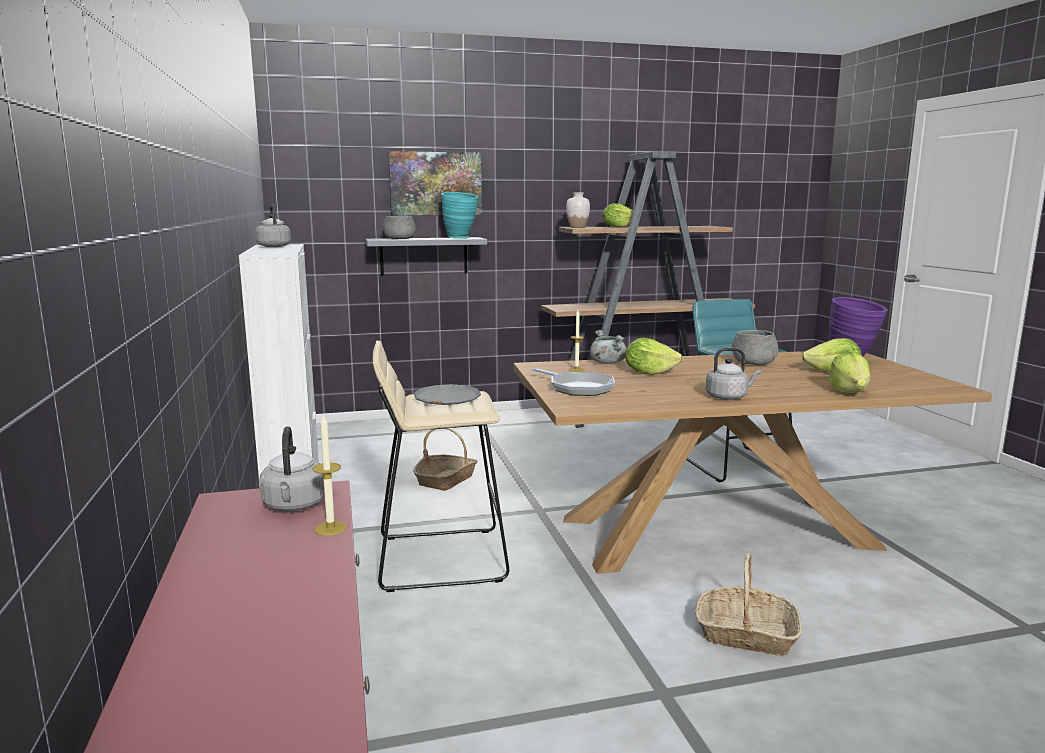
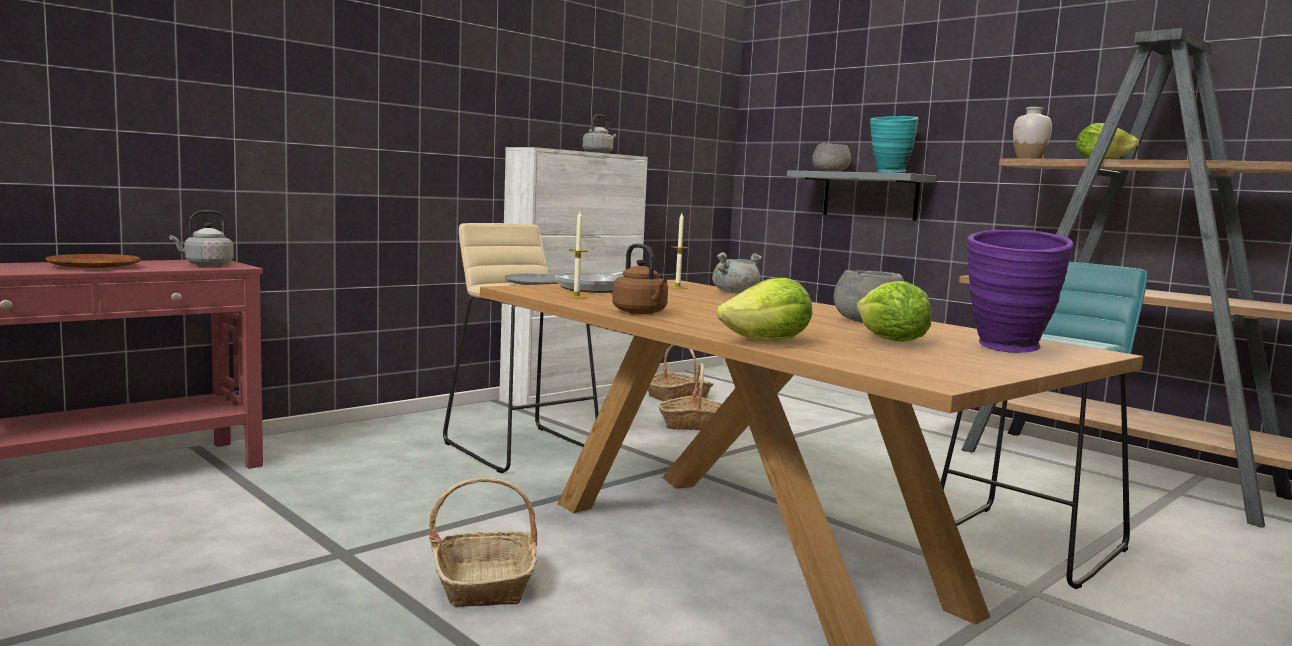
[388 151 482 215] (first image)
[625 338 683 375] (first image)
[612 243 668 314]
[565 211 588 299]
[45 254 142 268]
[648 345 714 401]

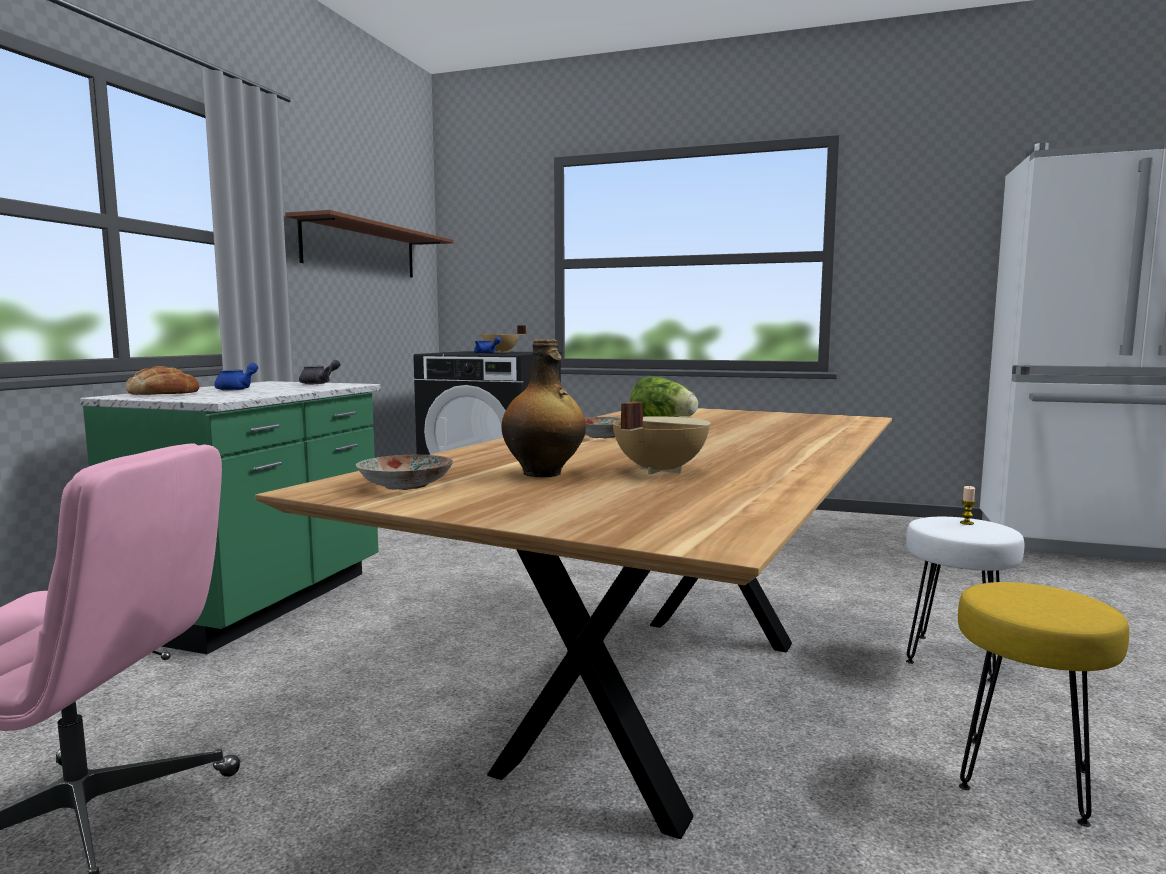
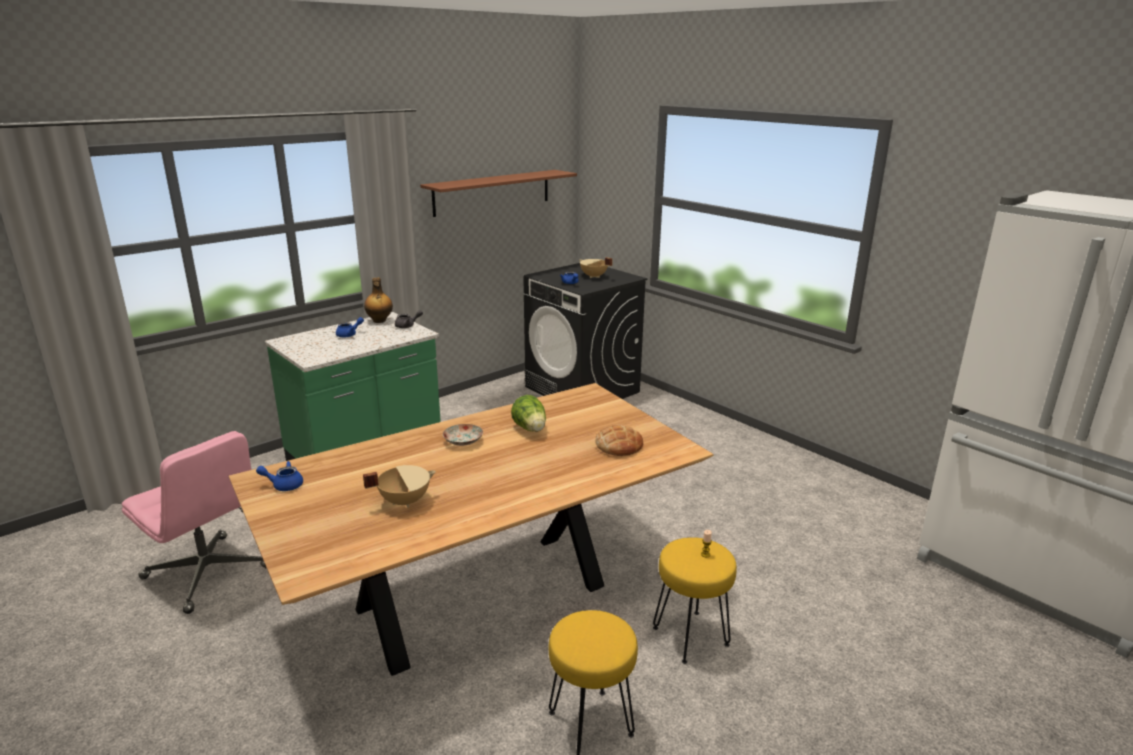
[364 278 393 323]
[595 425 643 456]
[256 461 303 491]
[653 537 737 664]

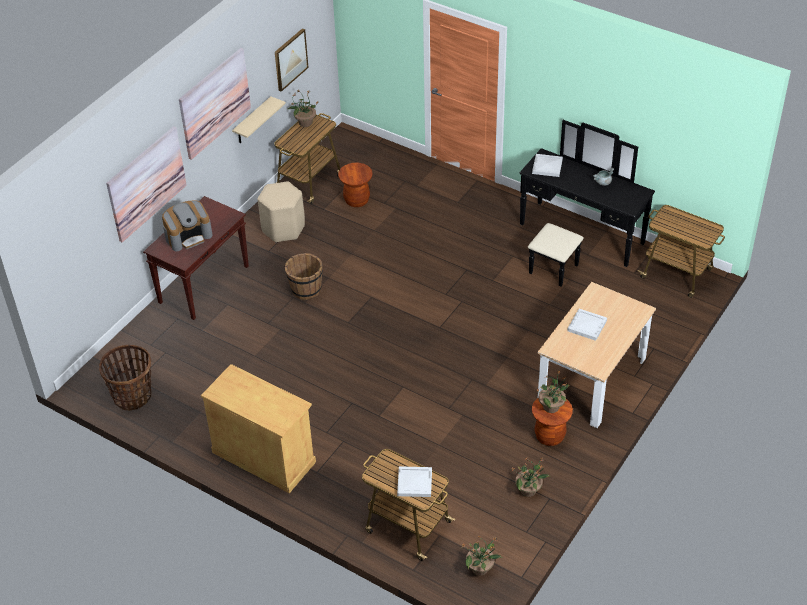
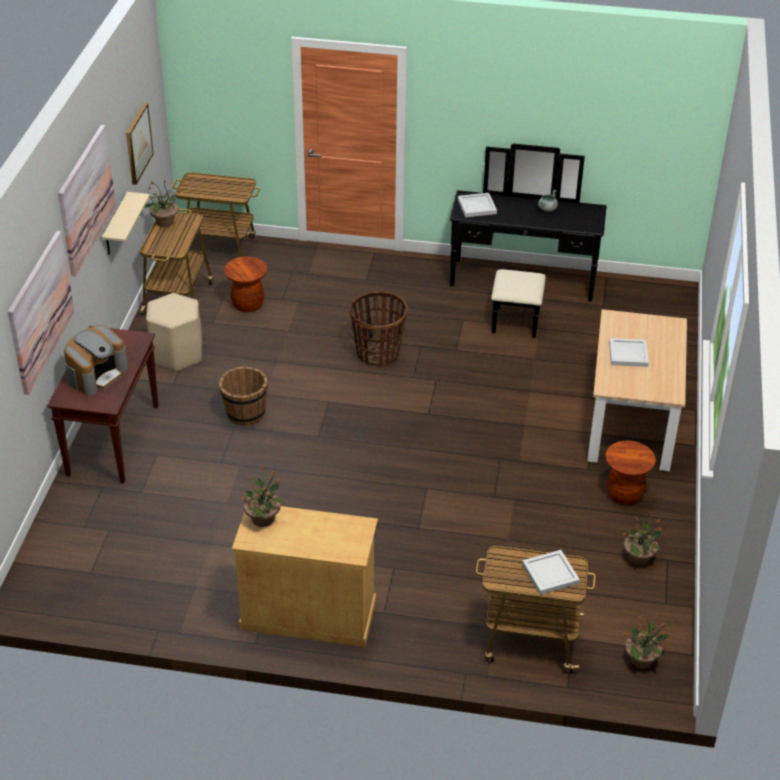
[172 172 260 257]
[350 291 408 366]
[241 467 284 527]

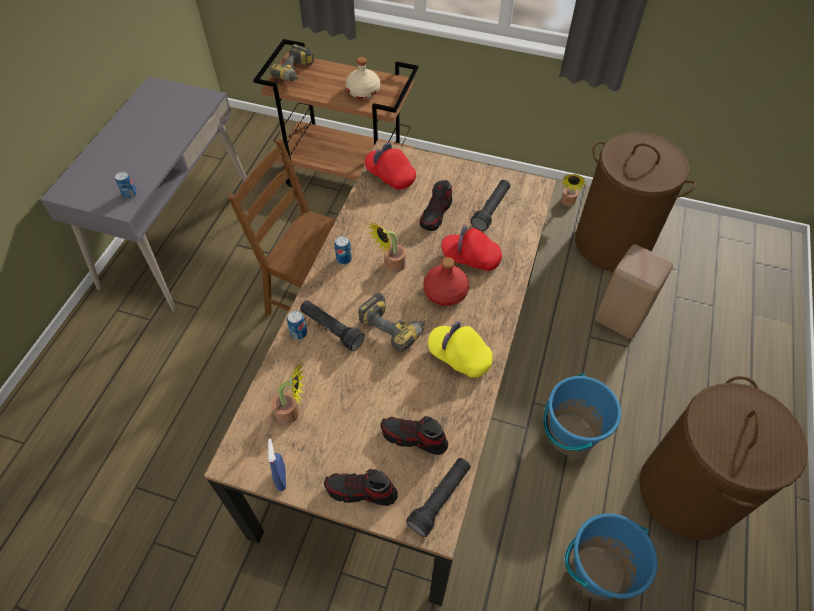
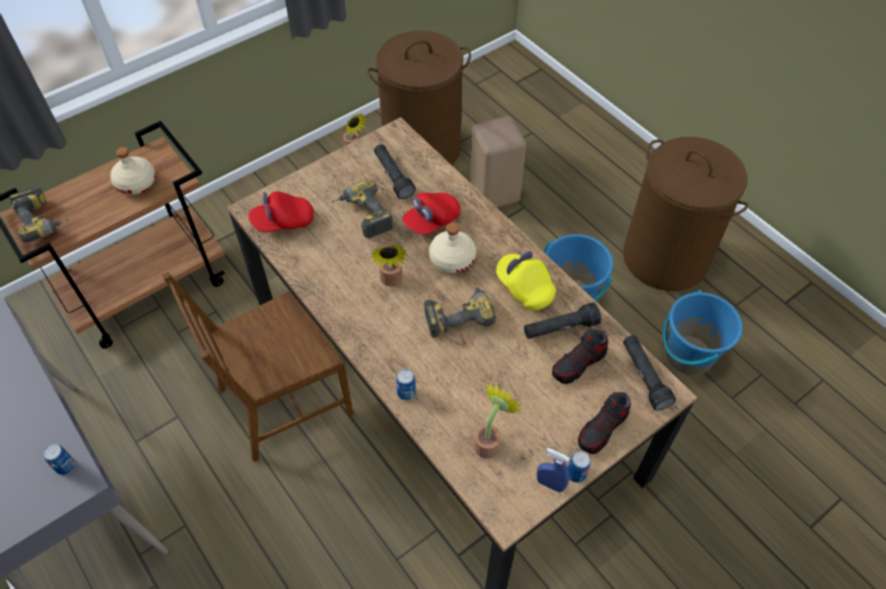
[331 179 394 238]
[568 451 591 483]
[429 222 476 273]
[524 302 601 339]
[496 251 556 310]

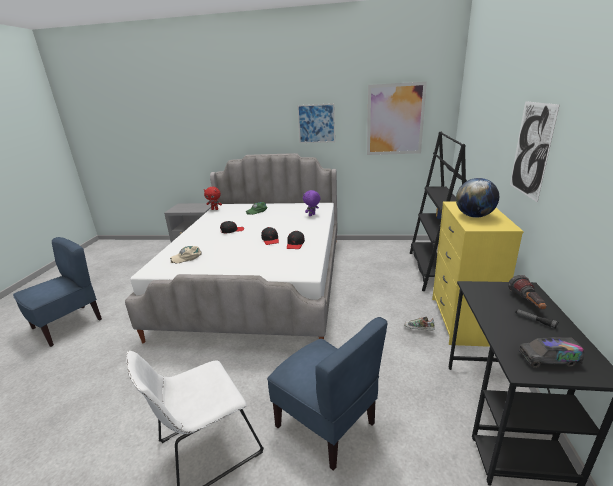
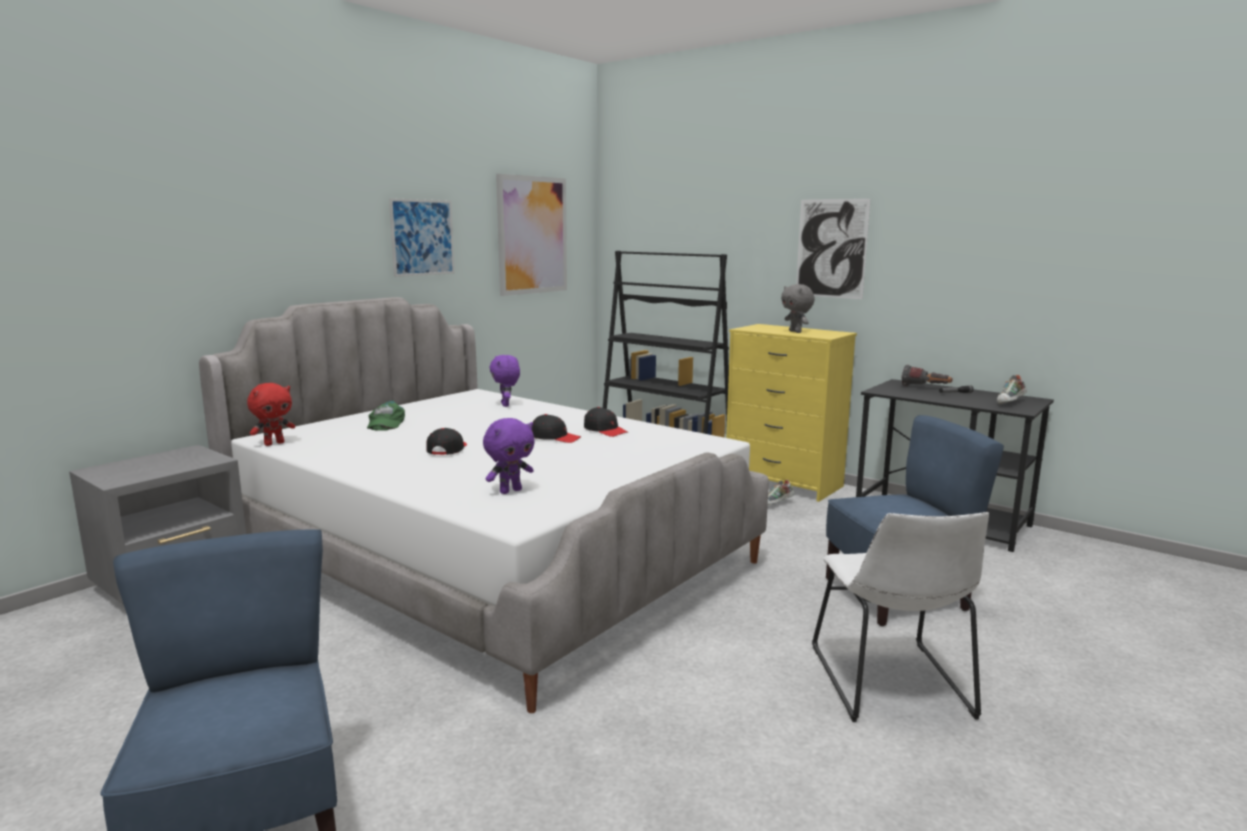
[781 284 815 333]
[483 418 534 494]
[997 375 1027 405]

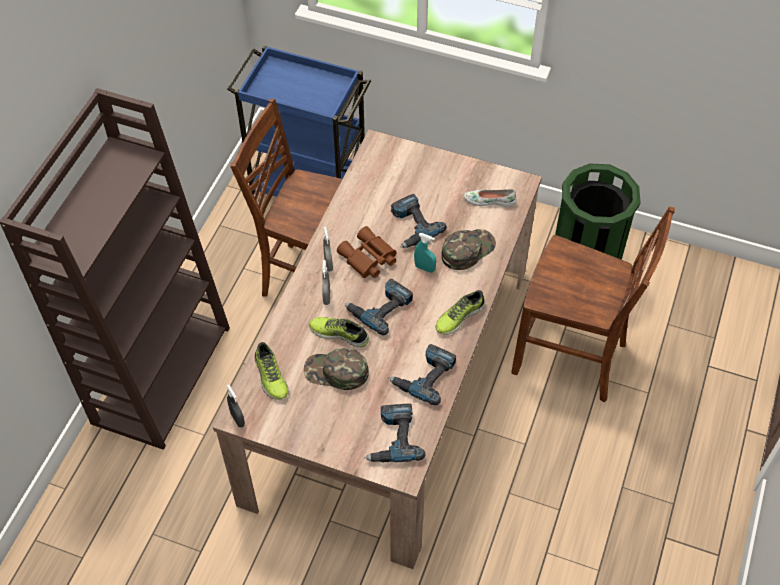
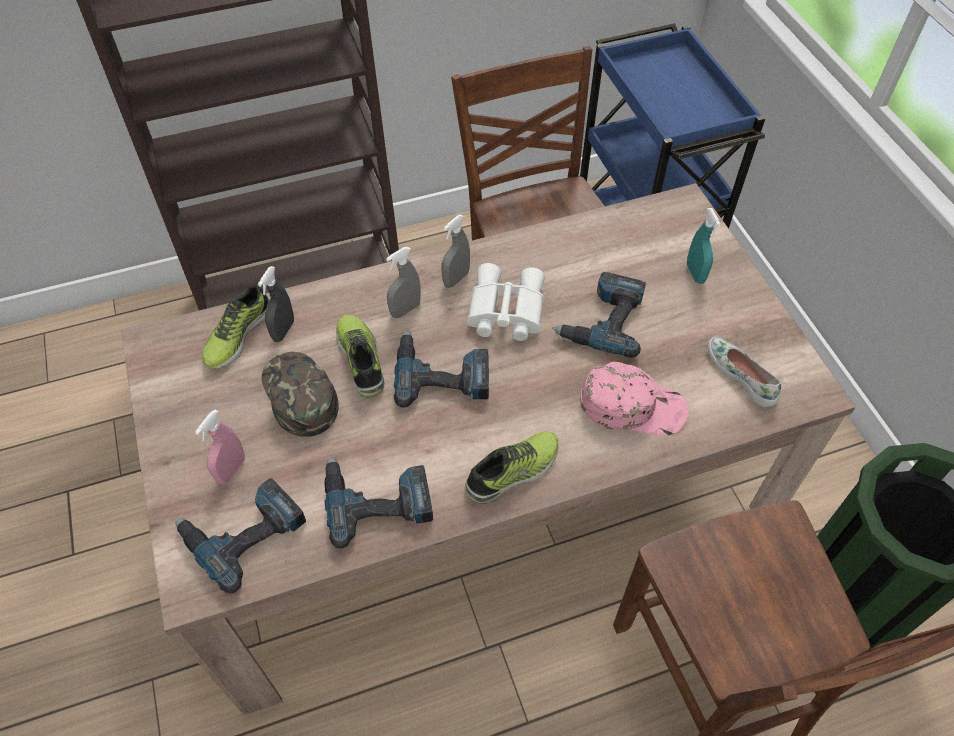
[467 263 545 341]
[580 362 688 436]
[687 208 721 284]
[465 431 558 504]
[258 266 294 342]
[195 410 245 484]

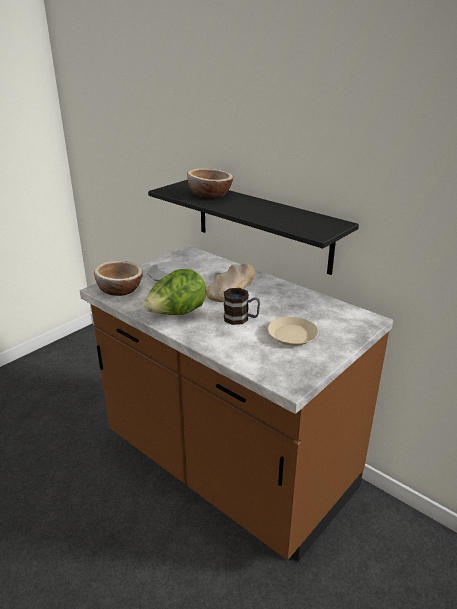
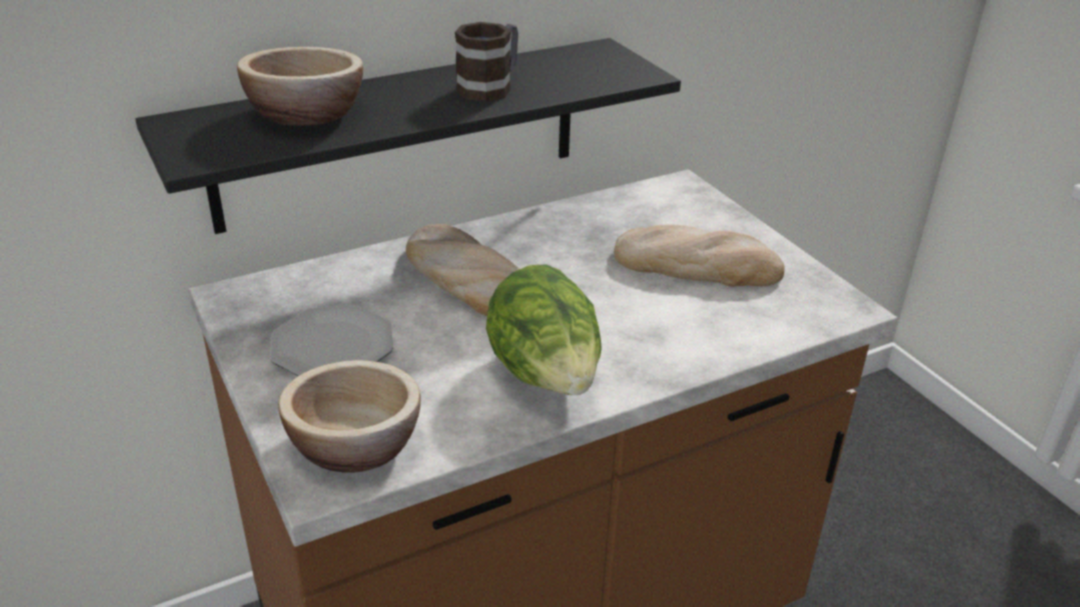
[455 22 518 102]
[614 225 785 286]

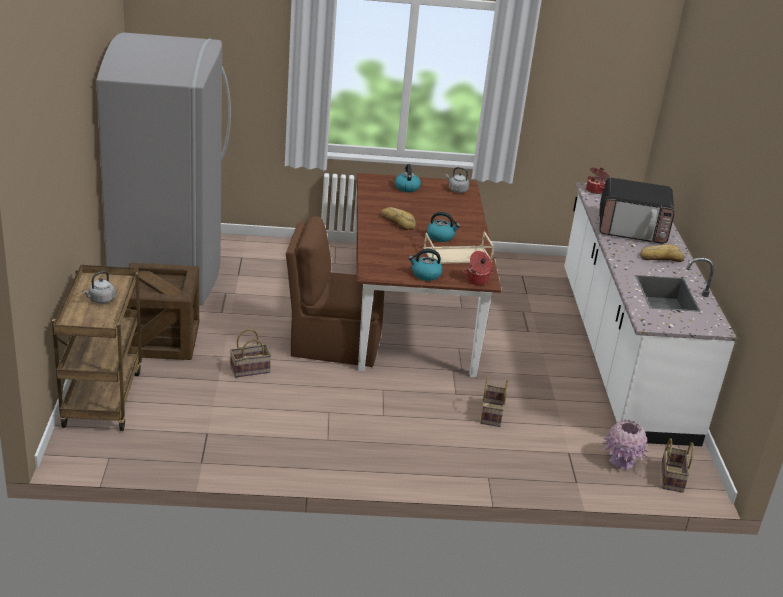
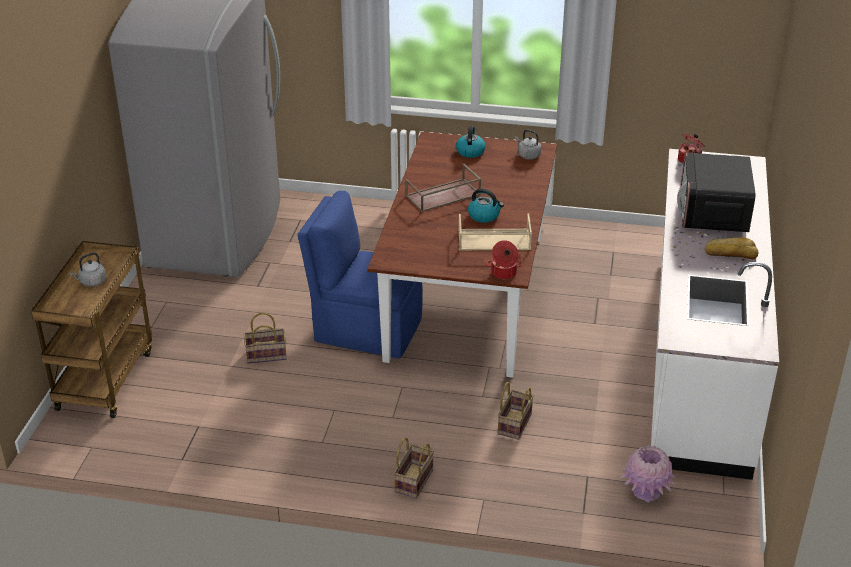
[677 152 755 232]
[405 164 481 212]
[298 191 423 359]
[408 249 443 281] (first image)
[126 262 199 360] (first image)
[394 437 434 498]

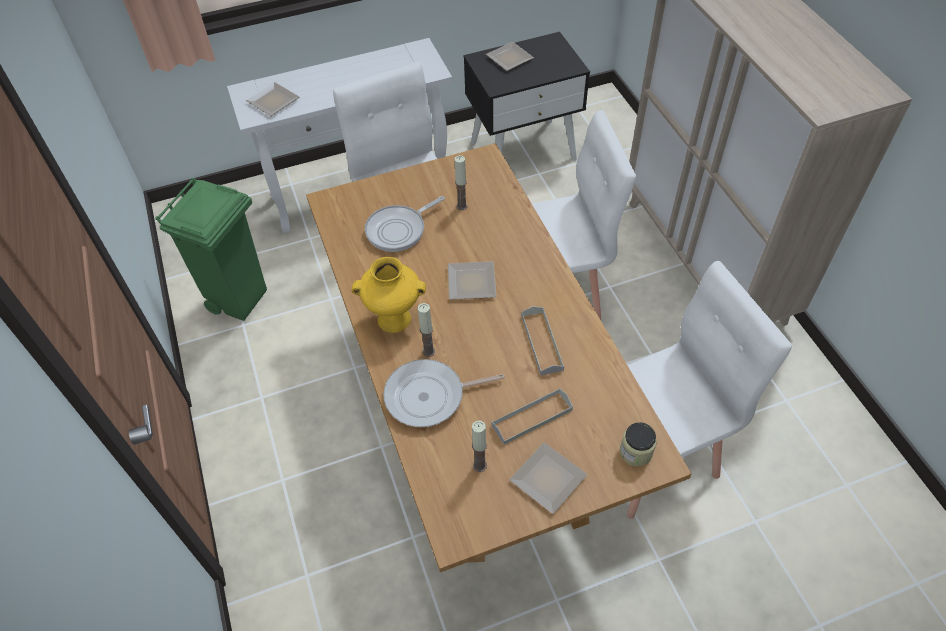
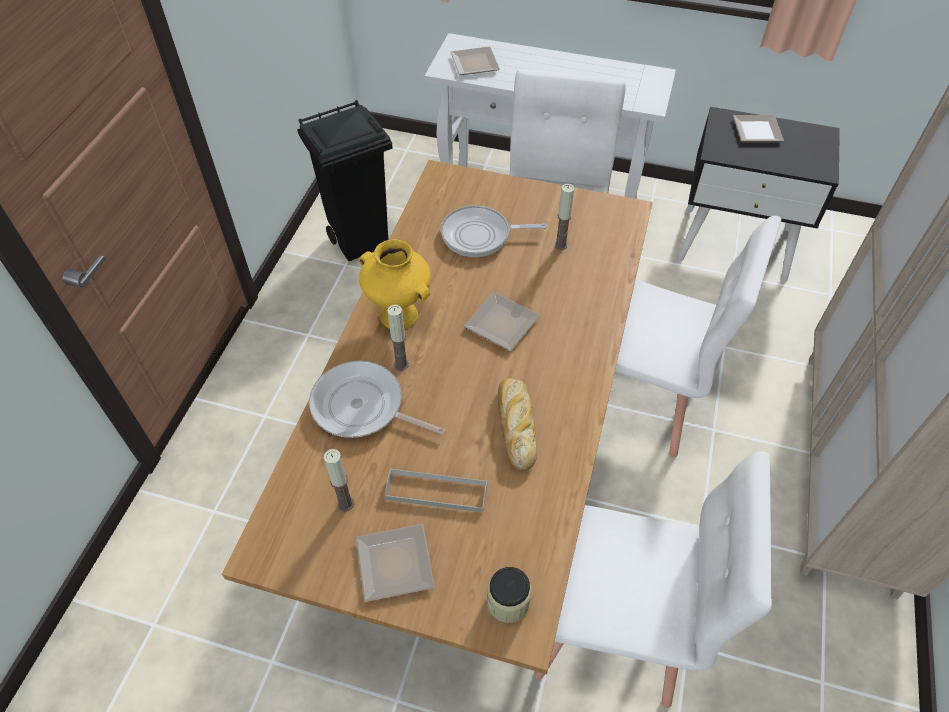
[297 100 393 261]
[498 378 537 471]

